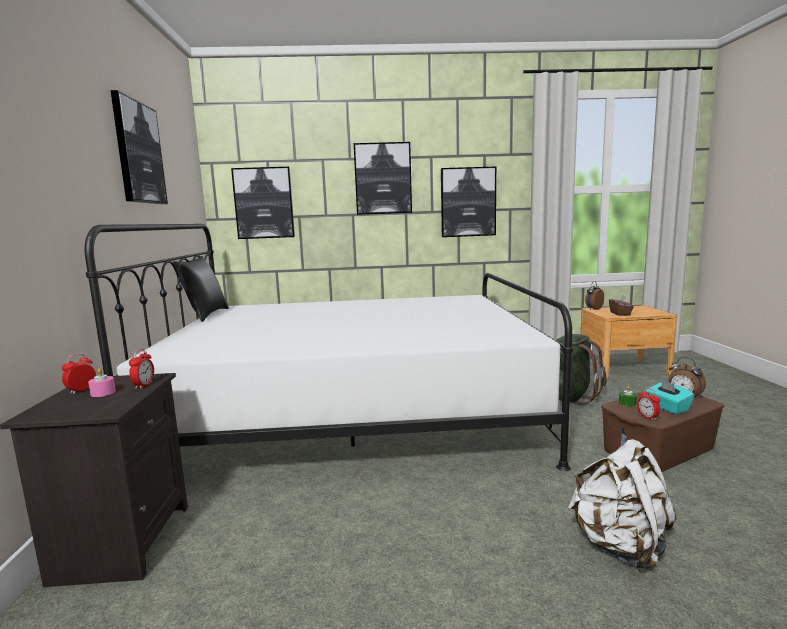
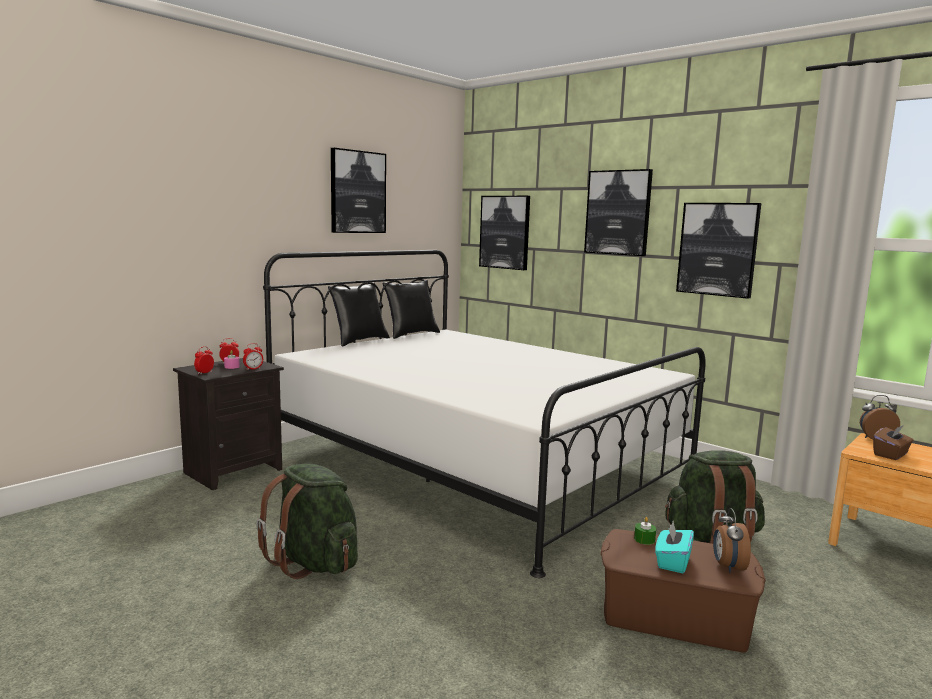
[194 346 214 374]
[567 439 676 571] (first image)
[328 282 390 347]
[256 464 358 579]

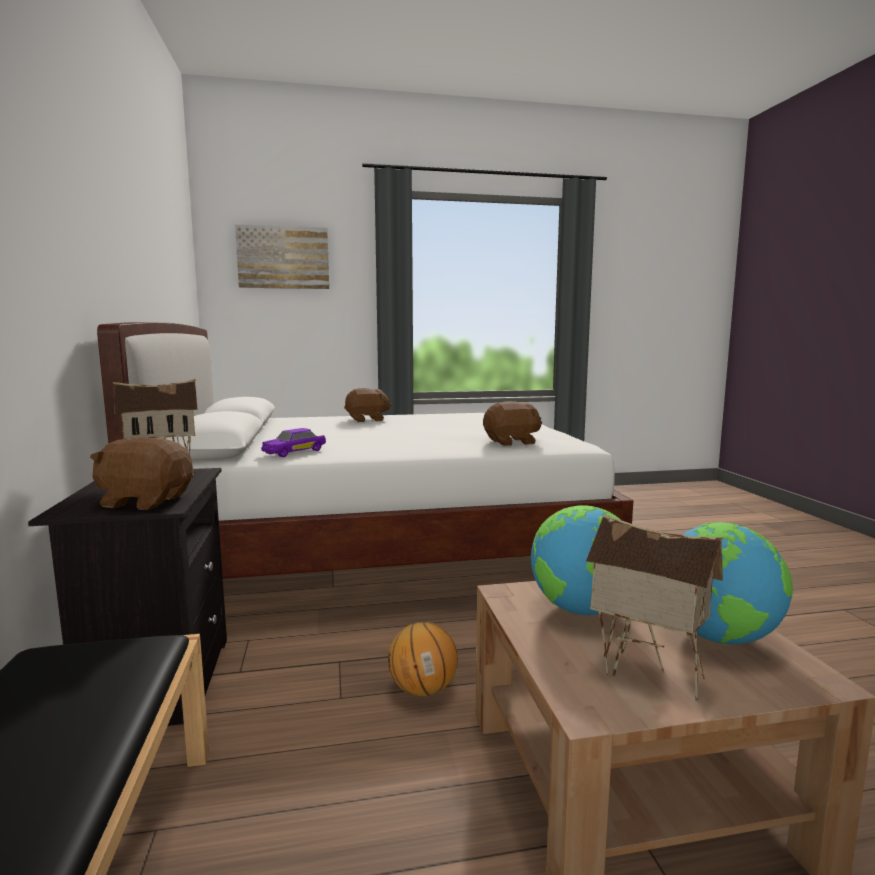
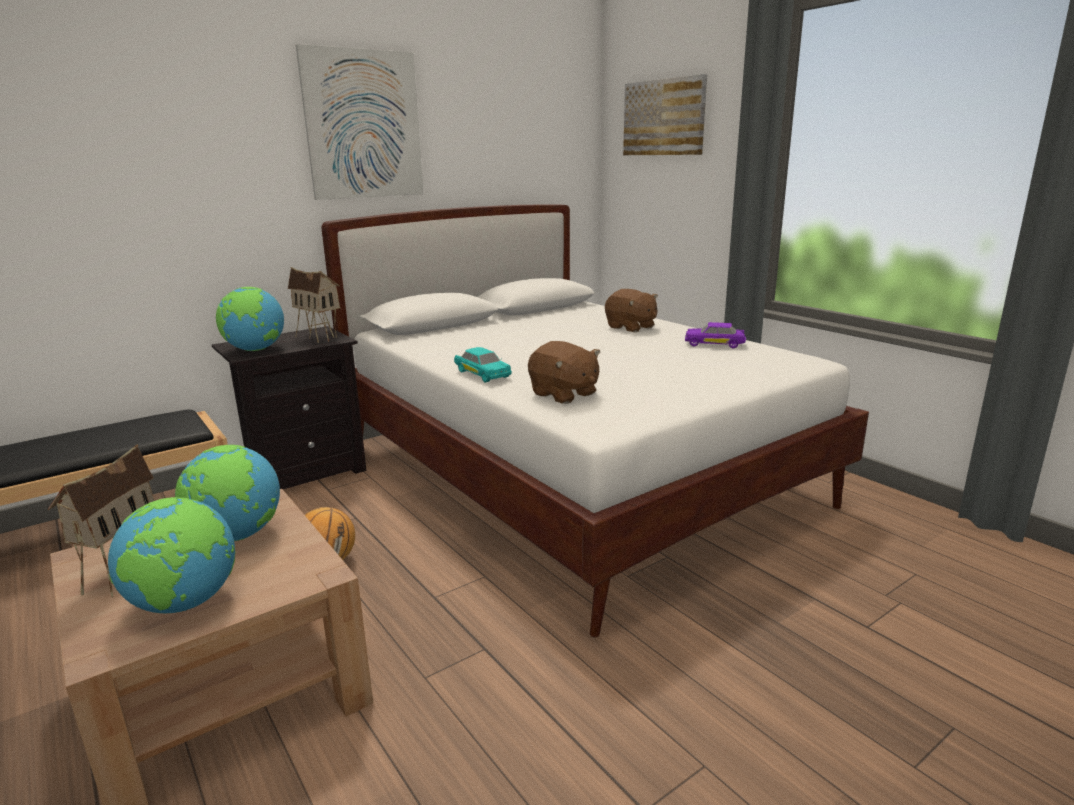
[685 322 746 348]
[216 287 284 351]
[296 44 424 200]
[454 347 512 383]

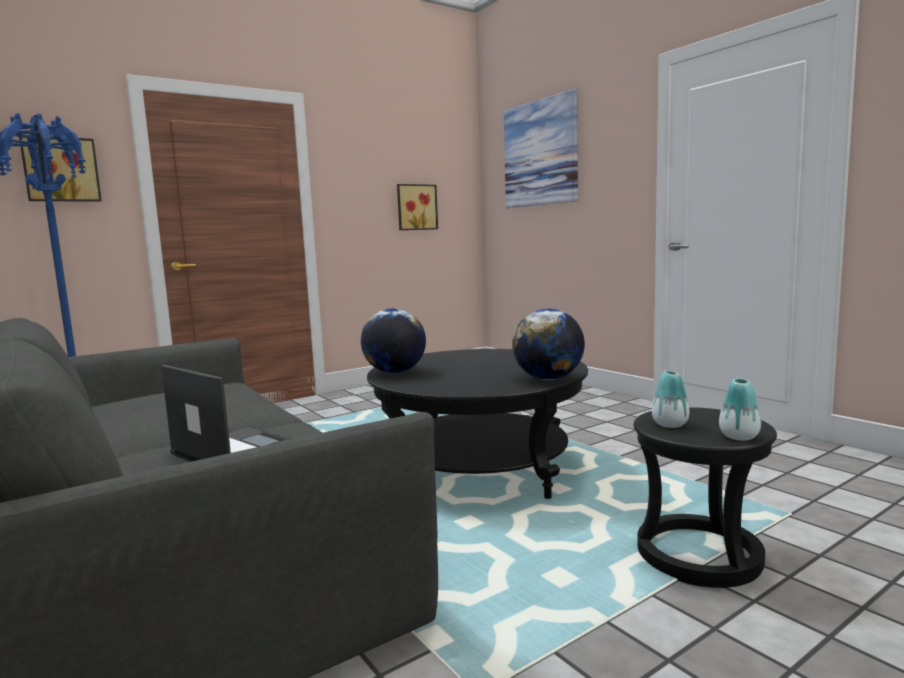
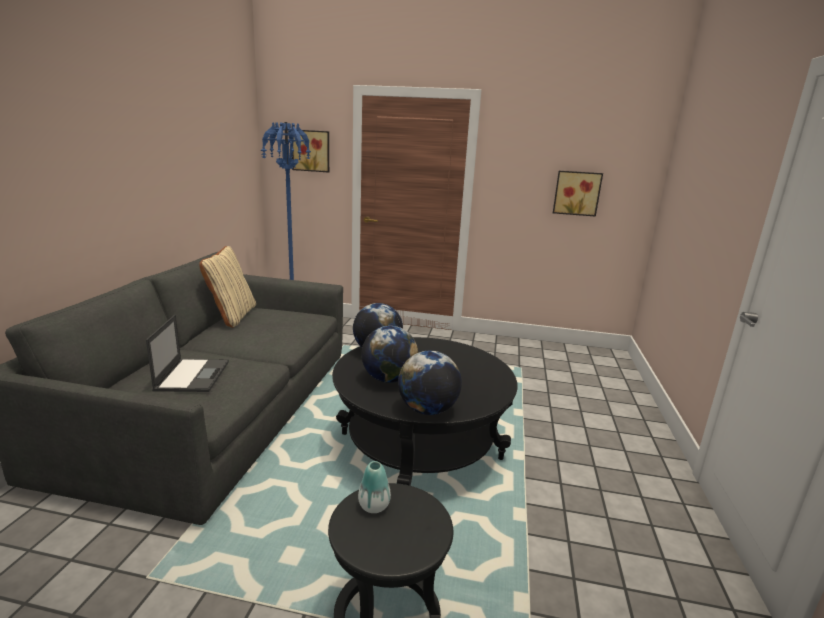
[504 89 578 208] (first image)
[719 378 761 440] (first image)
[199 246 256 328]
[361 326 418 383]

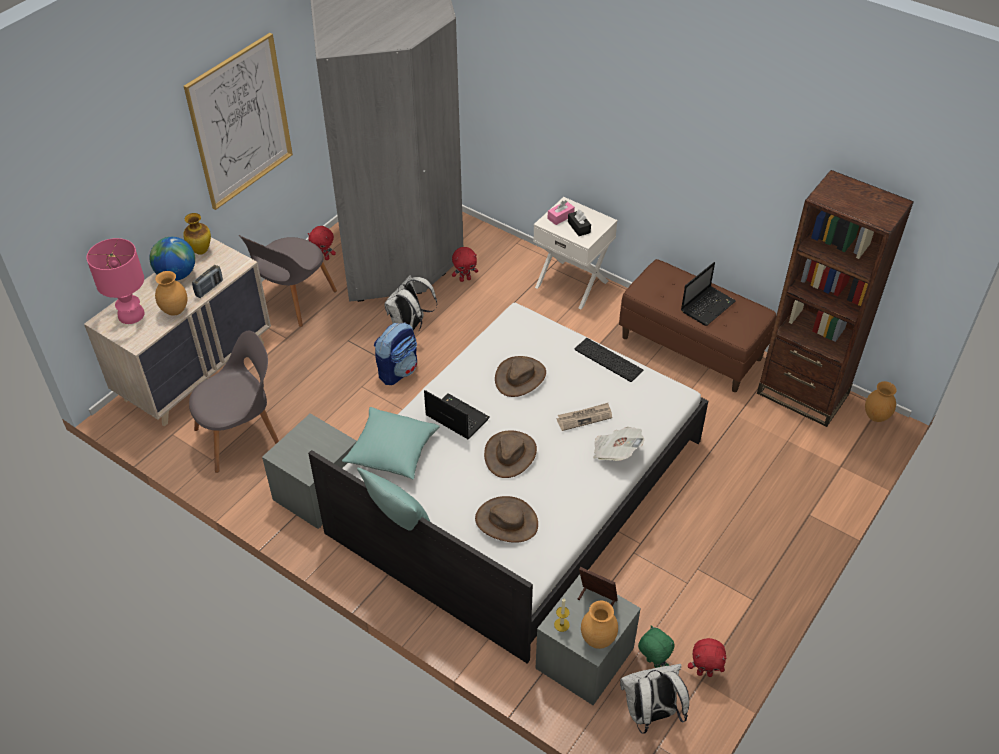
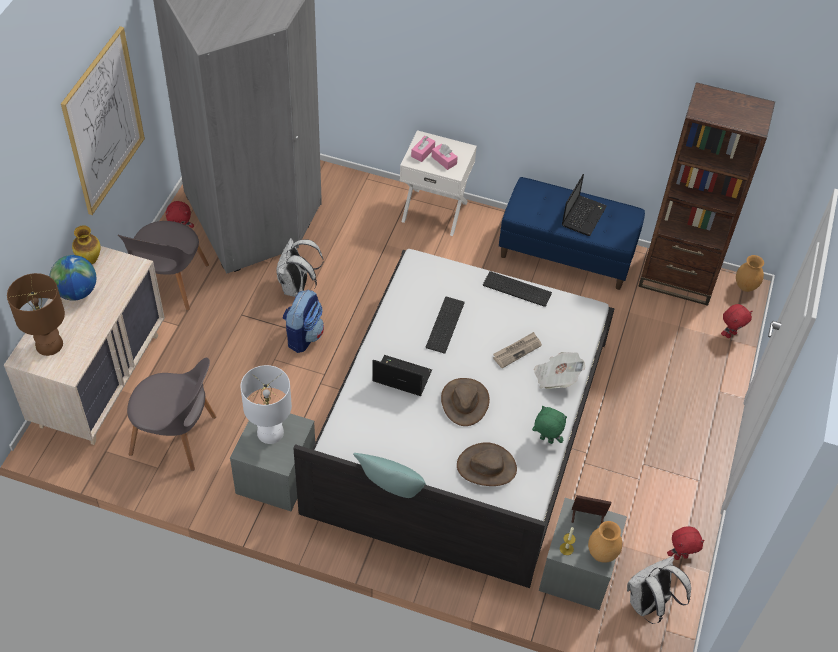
[432 144 458 170]
[7 273 65 356]
[721 304 752 338]
[499 177 645 290]
[192 265 223 298] (first image)
[155 271 187 316] (first image)
[127 358 216 471]
[426 296 465 354]
[342 407 440 479] (first image)
[532 406 567 444]
[240 365 292 444]

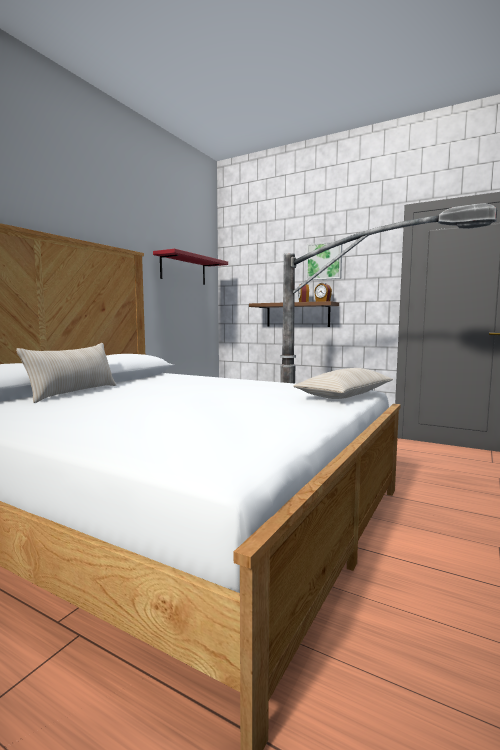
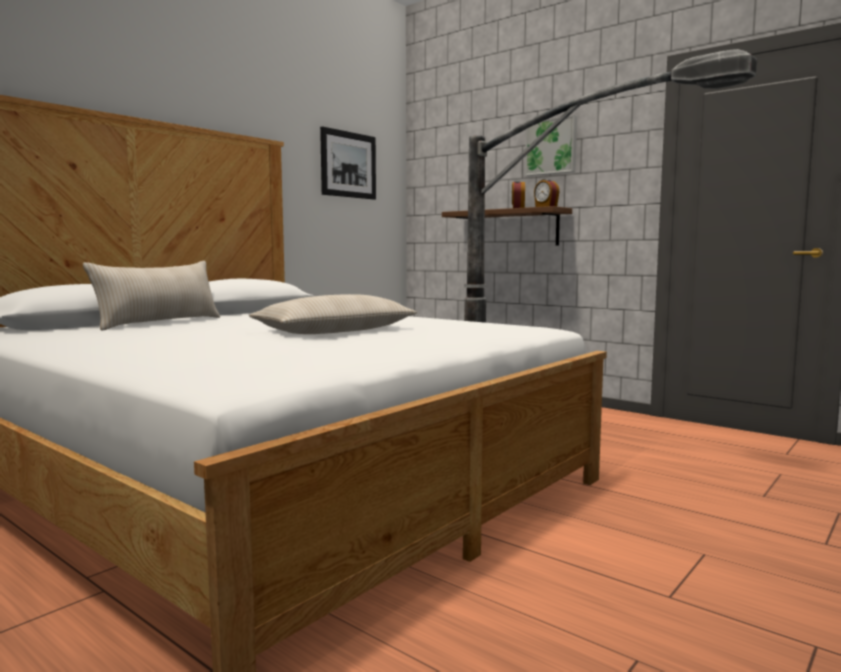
[320 126 376 200]
[249 294 417 334]

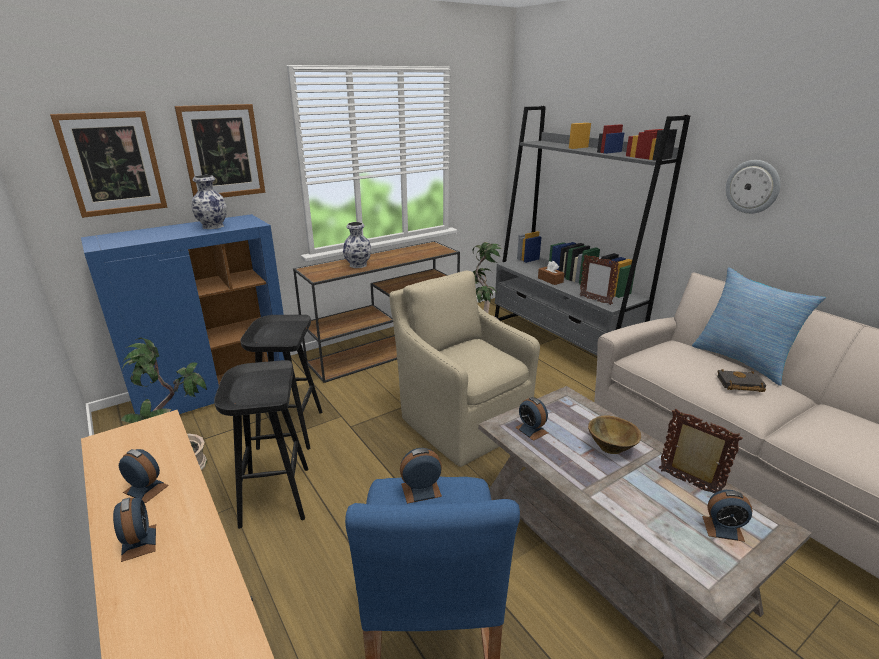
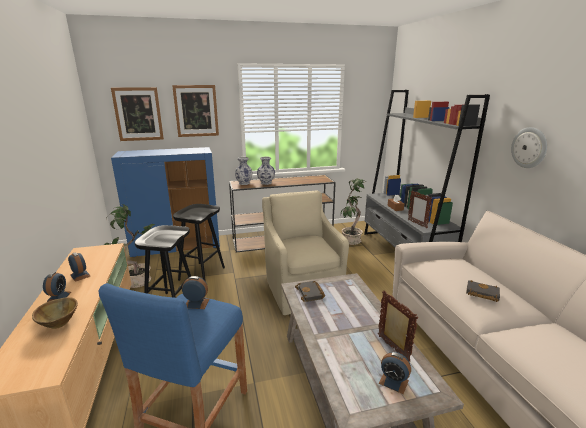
[235 157 253 185]
[692 267 826 386] (first image)
[295 281 325 302]
[32 297 78 329]

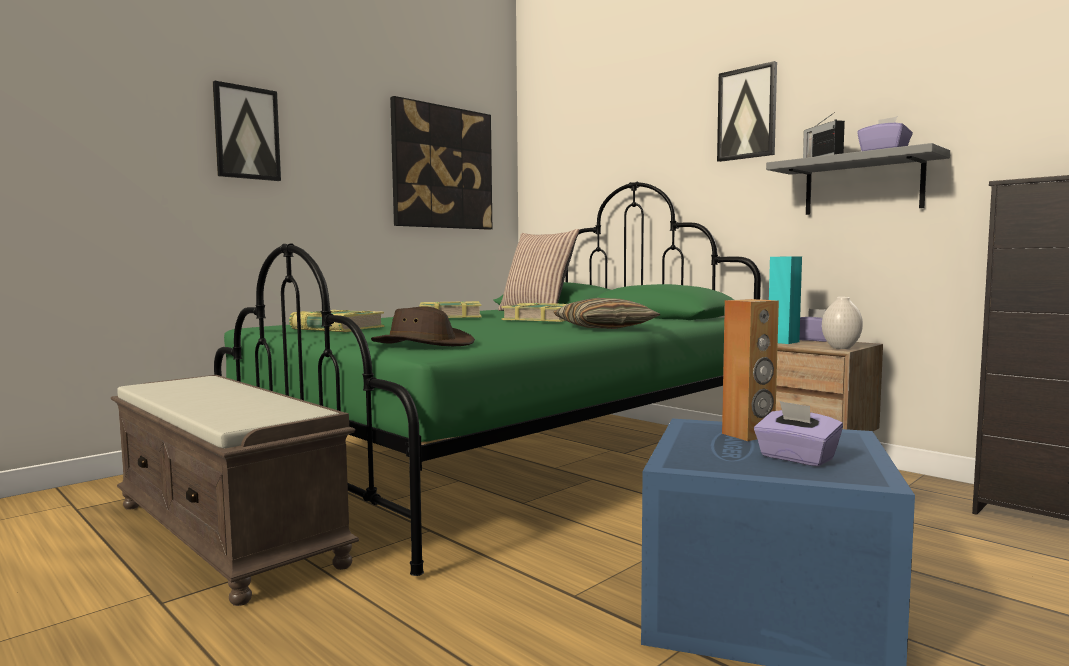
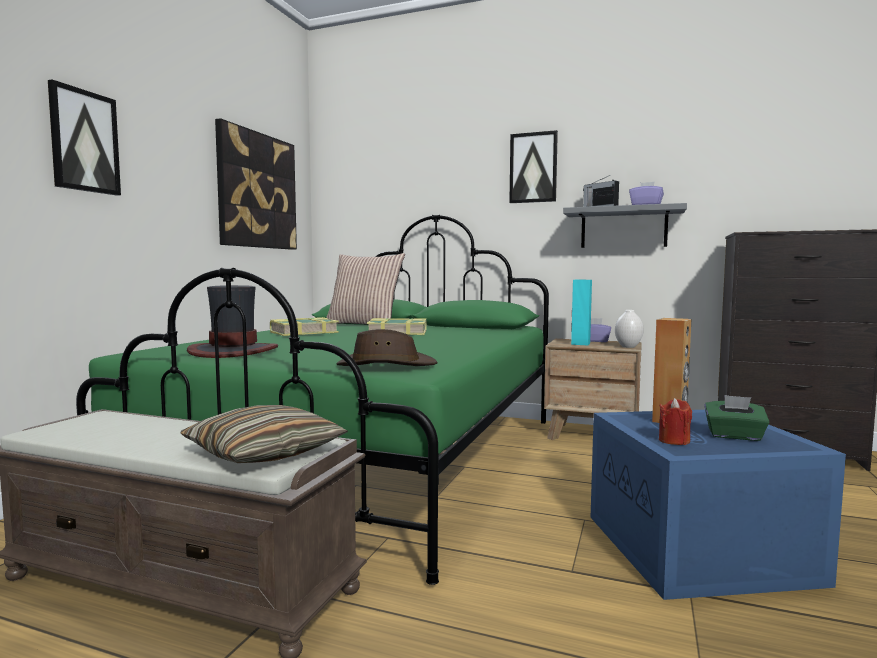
[180 405 348 463]
[187 285 278 358]
[704 395 769 441]
[659 398 692 445]

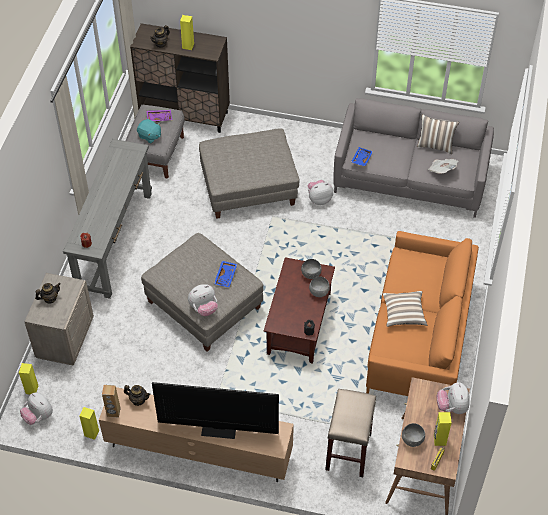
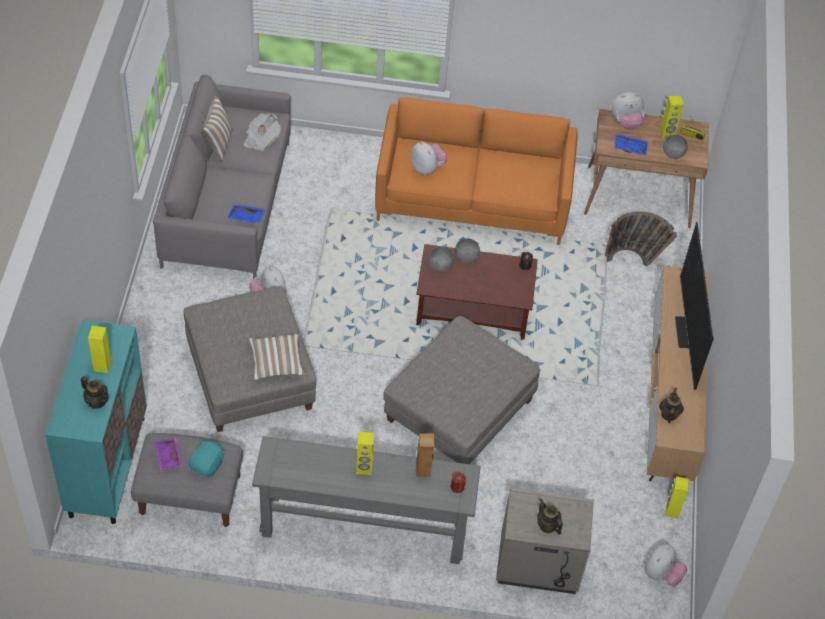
[45 320 147 524]
[614 134 648 156]
[411 141 447 175]
[248 334 306 380]
[356 432 374 475]
[416 433 434 477]
[605 211 677 267]

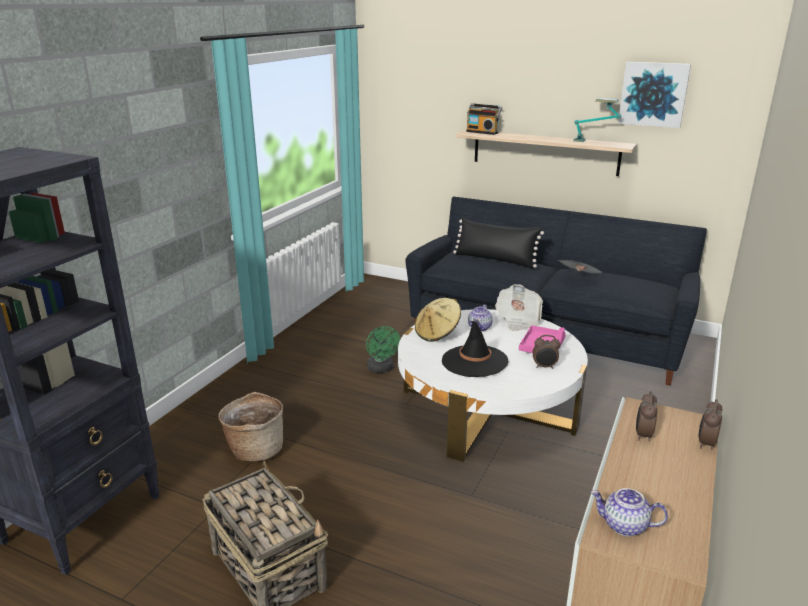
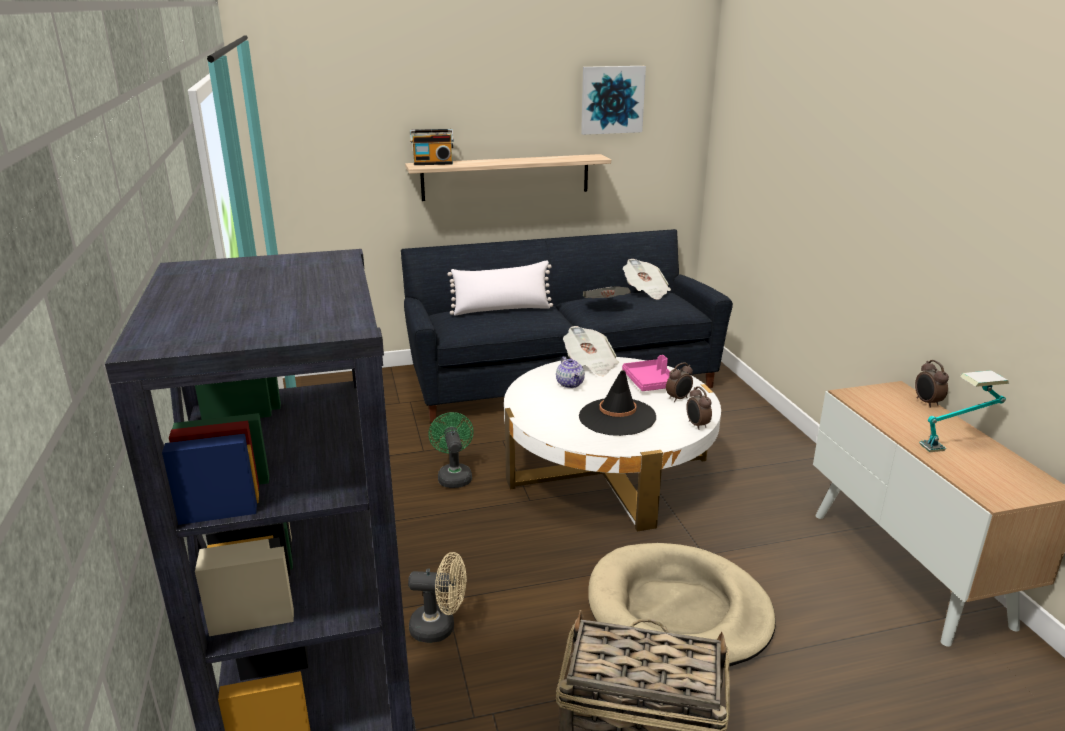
[919 370 1009 452]
[447 260 553 315]
[415 298 461 342] (first image)
[428 412 474 488]
[686 386 712 430]
[408 552 466 643]
[591 488 668 537] (first image)
[623 259 671 300]
[588 543 776 666]

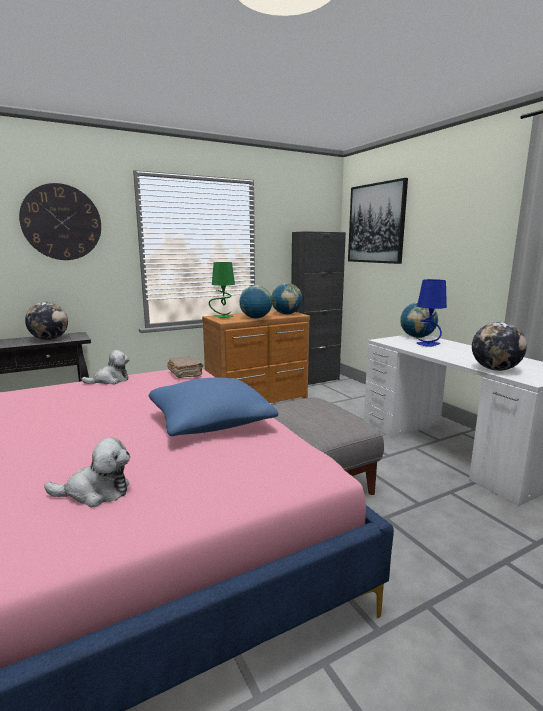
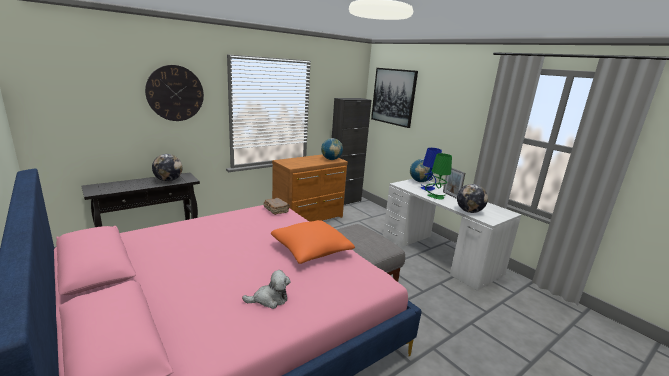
[425 153 452 200]
[239 285 273 318] (first image)
[81 350 130 384] (first image)
[271 220 355 264]
[443 168 465 199]

